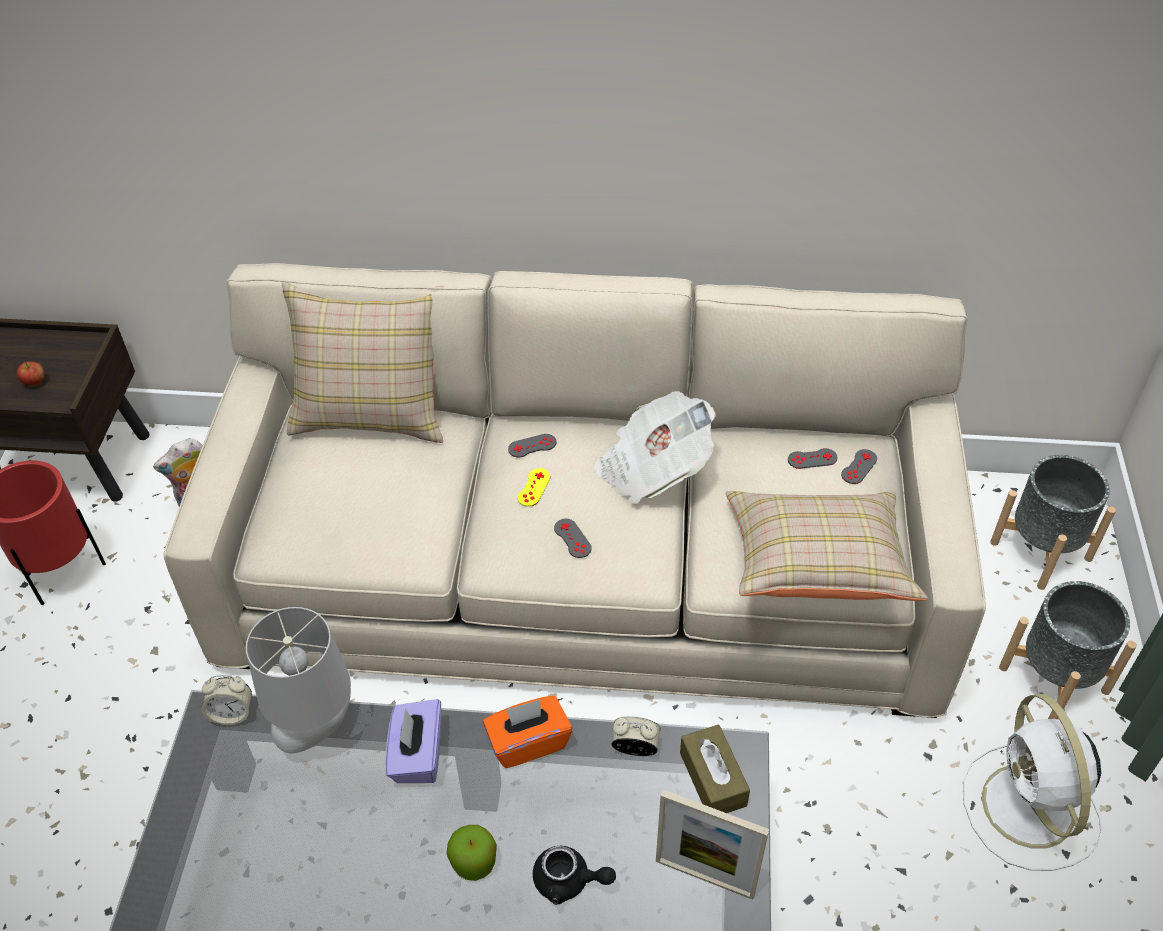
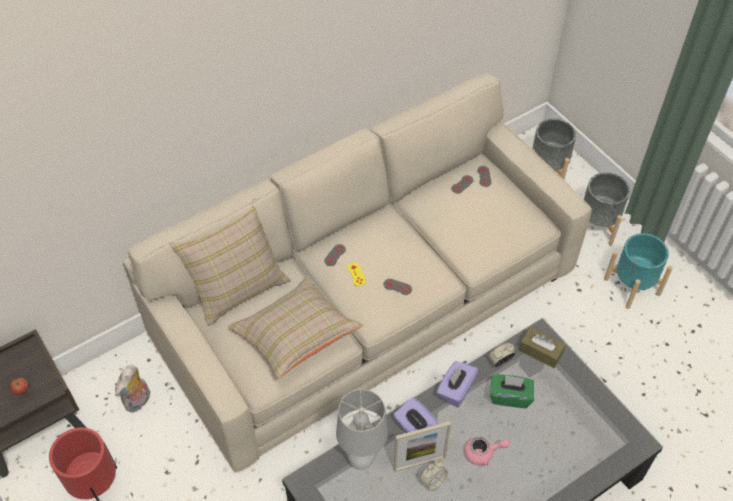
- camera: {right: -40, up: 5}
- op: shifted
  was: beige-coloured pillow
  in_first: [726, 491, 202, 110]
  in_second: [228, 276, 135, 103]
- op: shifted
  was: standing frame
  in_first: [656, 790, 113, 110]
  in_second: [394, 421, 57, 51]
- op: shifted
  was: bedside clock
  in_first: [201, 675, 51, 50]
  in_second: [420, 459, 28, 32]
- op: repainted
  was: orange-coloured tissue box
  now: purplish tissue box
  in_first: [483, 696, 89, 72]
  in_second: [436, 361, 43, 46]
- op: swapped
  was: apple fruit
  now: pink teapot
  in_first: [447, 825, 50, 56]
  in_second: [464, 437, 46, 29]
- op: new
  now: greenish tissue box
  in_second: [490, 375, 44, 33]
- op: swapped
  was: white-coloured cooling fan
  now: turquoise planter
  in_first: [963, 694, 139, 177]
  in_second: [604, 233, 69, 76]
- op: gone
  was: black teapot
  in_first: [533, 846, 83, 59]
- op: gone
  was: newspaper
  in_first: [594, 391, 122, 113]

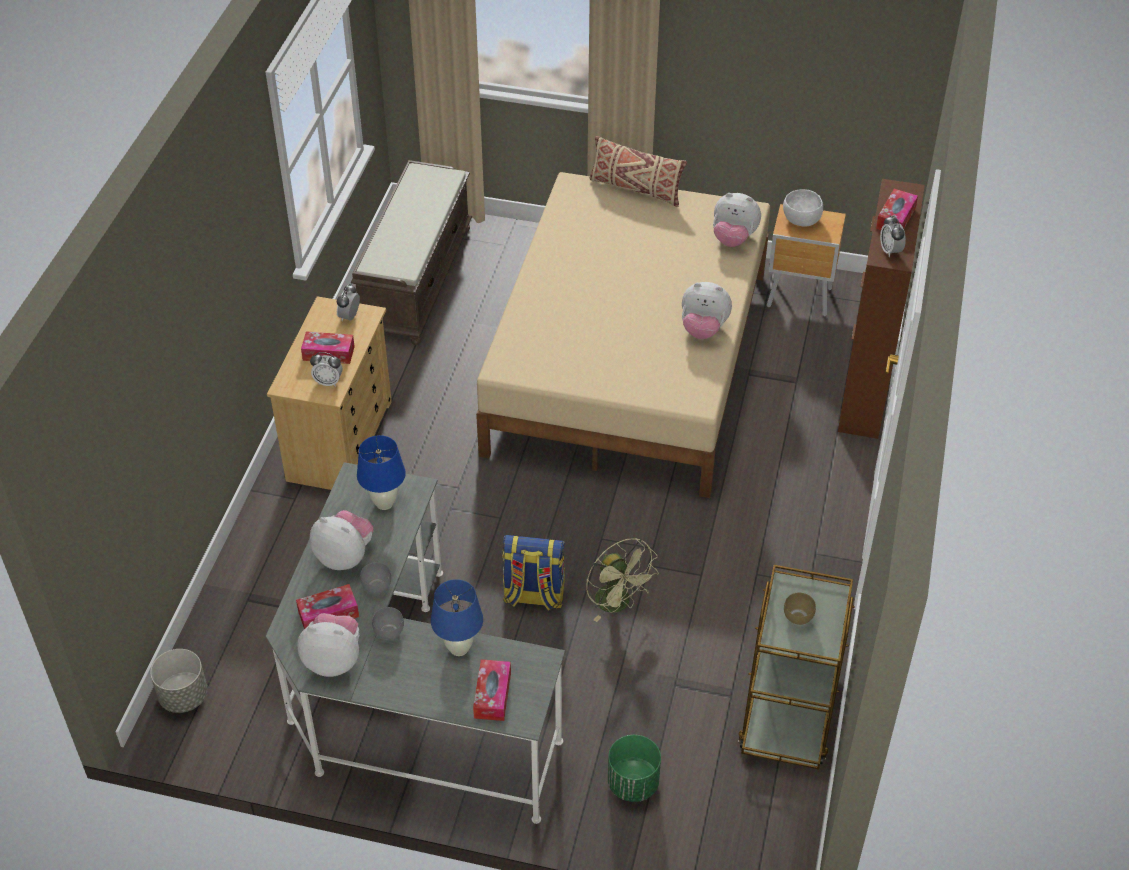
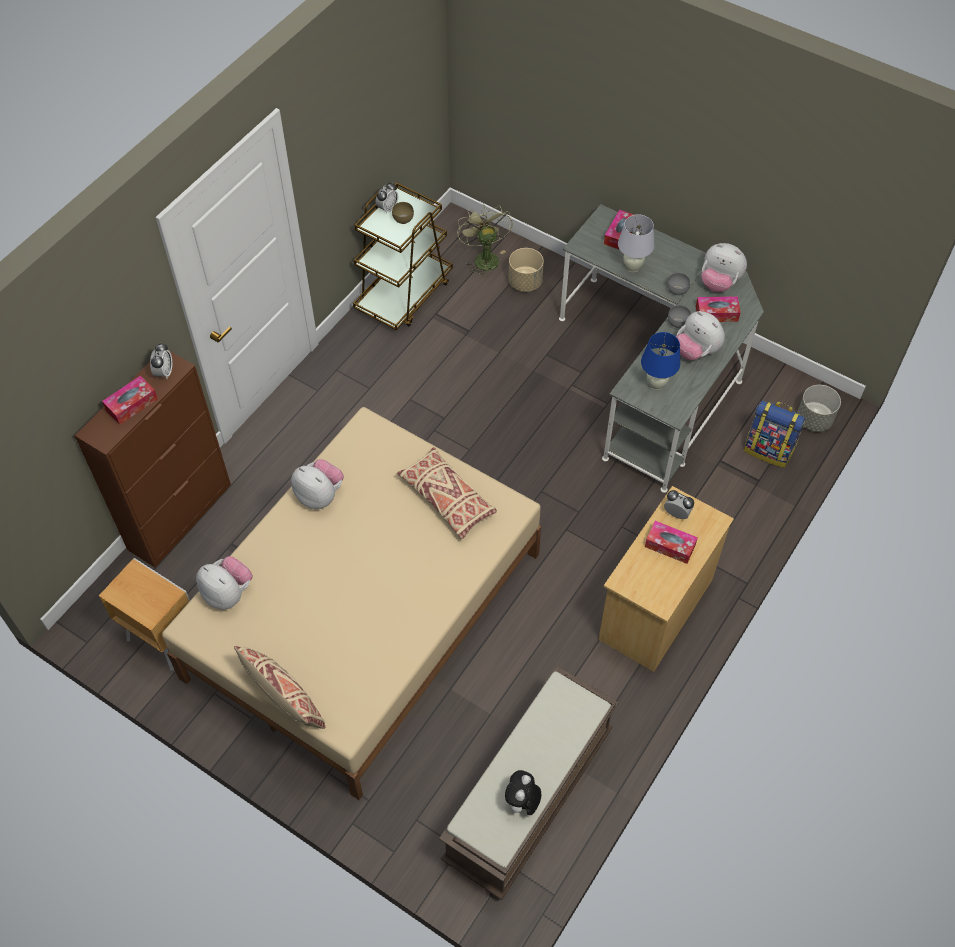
- camera: {right: -160, up: 10}
- op: shifted
  was: bedside clock
  in_first: [337, 284, 23, 37]
  in_second: [376, 183, 22, 31]
- op: new
  now: beige-coloured pillow
  in_second: [397, 447, 100, 92]
- op: shifted
  was: greenish cooling fan
  in_first: [586, 538, 73, 84]
  in_second: [457, 205, 56, 72]
- op: new
  now: cuddly toy
  in_second: [505, 770, 36, 47]
- op: repainted
  was: greenish planter
  now: beige-coloured planter
  in_first: [608, 735, 53, 67]
  in_second: [509, 248, 35, 44]
- op: repainted
  was: blue-coloured tabletop lamp
  now: white-coloured tabletop lamp
  in_first: [431, 579, 52, 77]
  in_second: [618, 214, 37, 58]
- op: shifted
  was: knapsack
  in_first: [502, 535, 63, 76]
  in_second: [744, 400, 61, 68]
- op: gone
  was: white-coloured deep dish
  in_first: [783, 189, 40, 38]

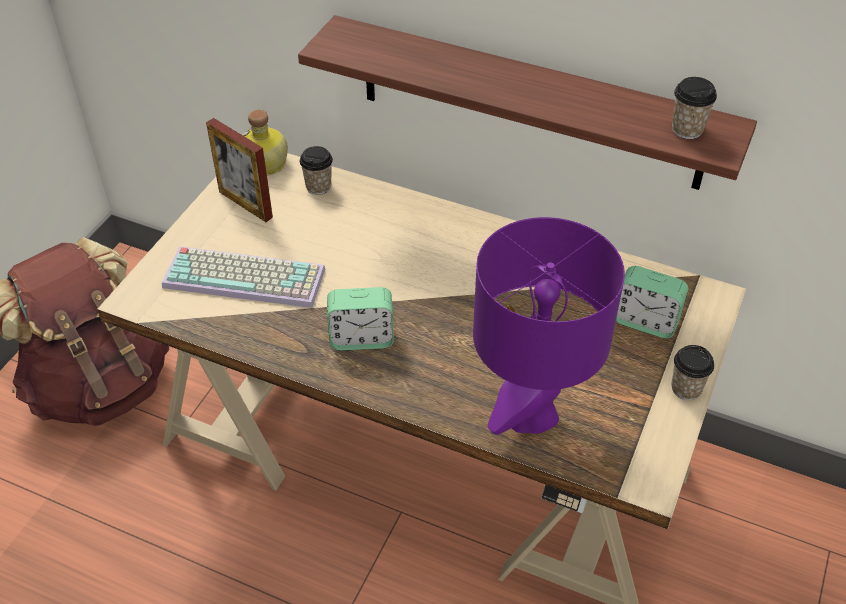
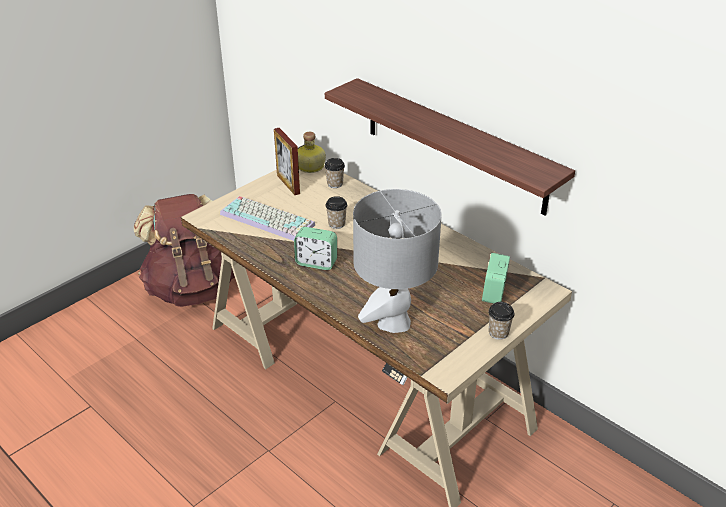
- camera: {right: 20, up: -10}
- op: shifted
  was: drinking cup
  in_first: [672, 77, 45, 62]
  in_second: [326, 196, 21, 33]
- op: repainted
  was: purplish tabletop lamp
  now: greyish tabletop lamp
  in_first: [473, 217, 152, 218]
  in_second: [353, 189, 89, 144]
- op: rotated
  was: bedside clock
  in_first: [616, 266, 72, 72]
  in_second: [482, 253, 28, 50]
  clockwise: 60

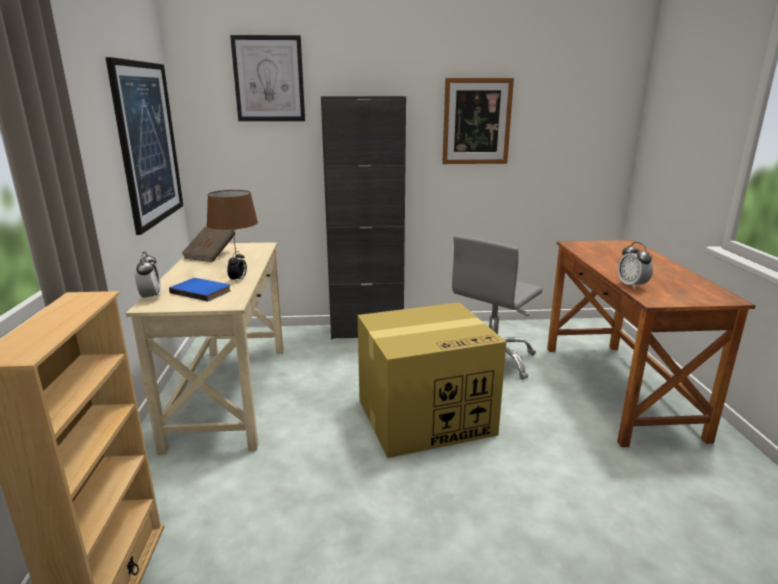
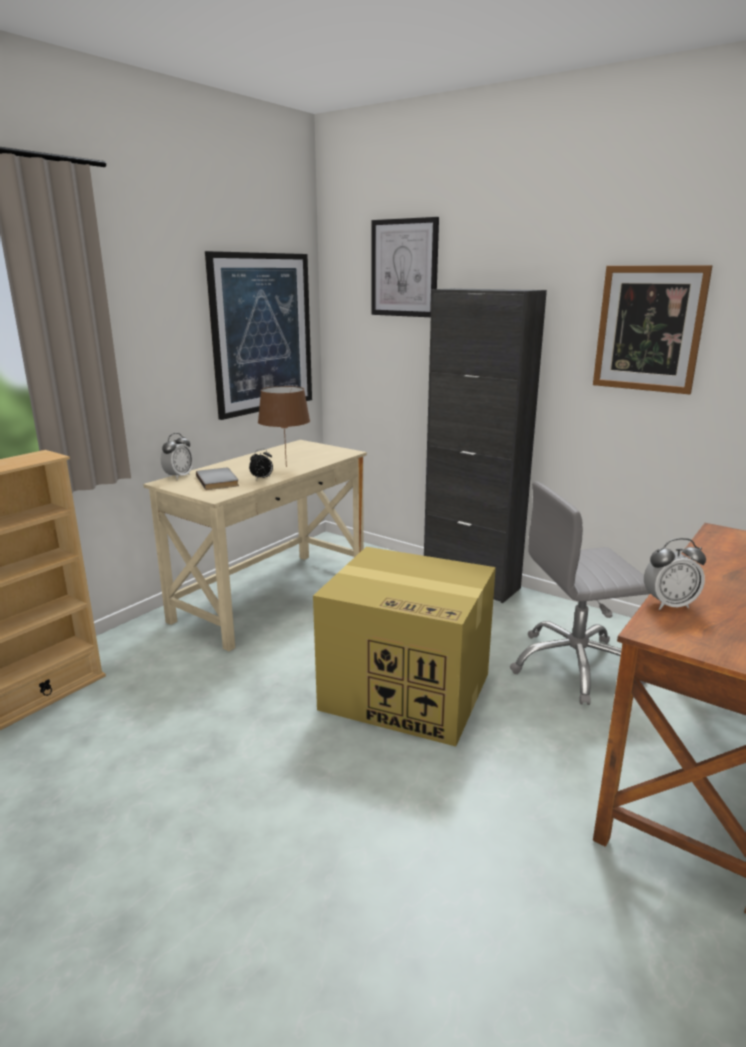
- camera: {right: 40, up: 0}
- op: repainted
  was: blue-coloured book
  now: greyish book
  in_first: [169, 278, 62, 23]
  in_second: [196, 468, 43, 22]
- op: rotated
  was: bedside clock
  in_first: [618, 242, 35, 47]
  in_second: [644, 538, 62, 72]
  clockwise: -120
- op: gone
  was: brown-coloured book
  in_first: [182, 227, 53, 35]

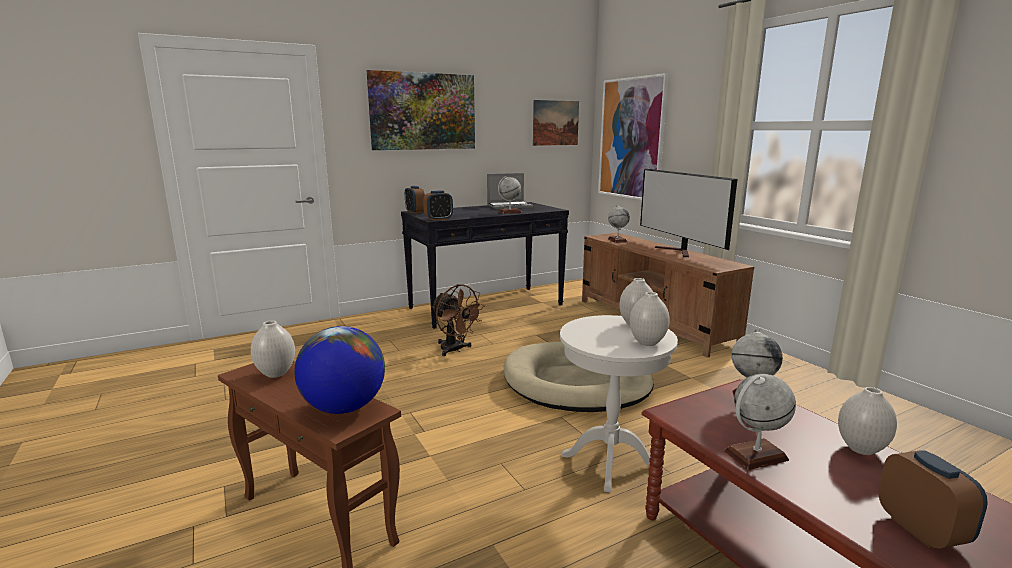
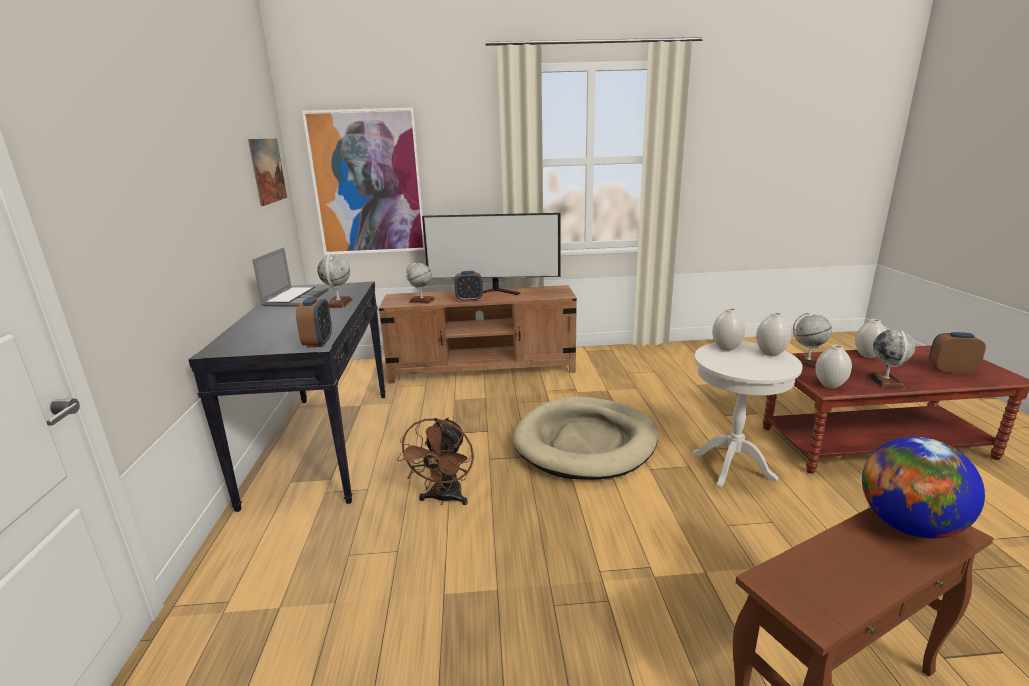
- camera: {right: -65, up: 5}
- op: rotated
  was: brown-coloured cooling fan
  in_first: [431, 284, 54, 72]
  in_second: [397, 418, 77, 87]
  clockwise: 120
- op: shifted
  was: bedside clock
  in_first: [405, 186, 20, 28]
  in_second: [454, 271, 29, 31]
- op: shifted
  was: white-coloured decorative vase
  in_first: [251, 320, 44, 58]
  in_second: [815, 345, 37, 43]
- op: gone
  was: wall picture
  in_first: [367, 70, 108, 80]

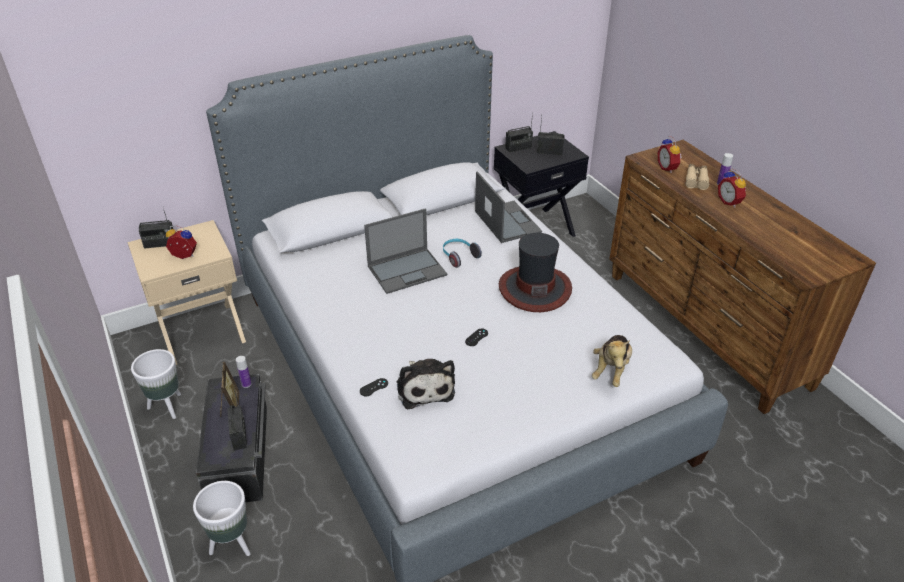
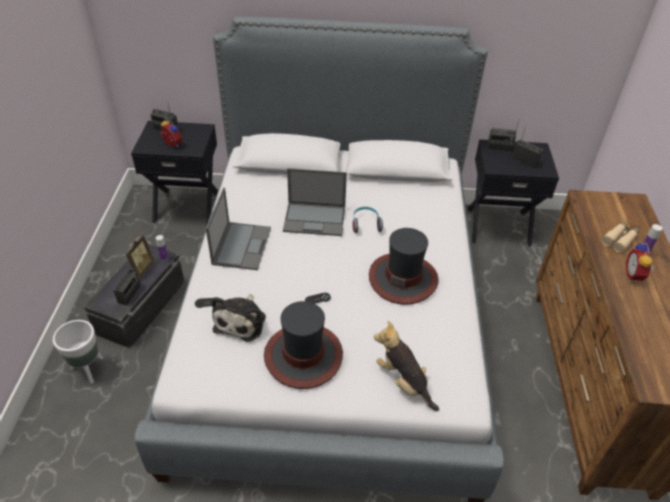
- camera: {right: 30, up: 5}
- op: repainted
  was: beige-coloured bedside table
  now: black bedside table
  in_first: [128, 220, 118, 145]
  in_second: [131, 121, 87, 105]
- op: shifted
  was: laptop
  in_first: [475, 171, 67, 72]
  in_second: [206, 188, 65, 82]
- op: new
  now: wearable hat
  in_second: [264, 301, 79, 88]
- op: rotated
  was: cuddly toy
  in_first: [592, 335, 40, 52]
  in_second: [374, 321, 65, 90]
  clockwise: 90
- op: gone
  was: white-coloured planter
  in_first: [131, 349, 50, 70]
- op: gone
  was: bedside clock
  in_first: [658, 136, 24, 37]

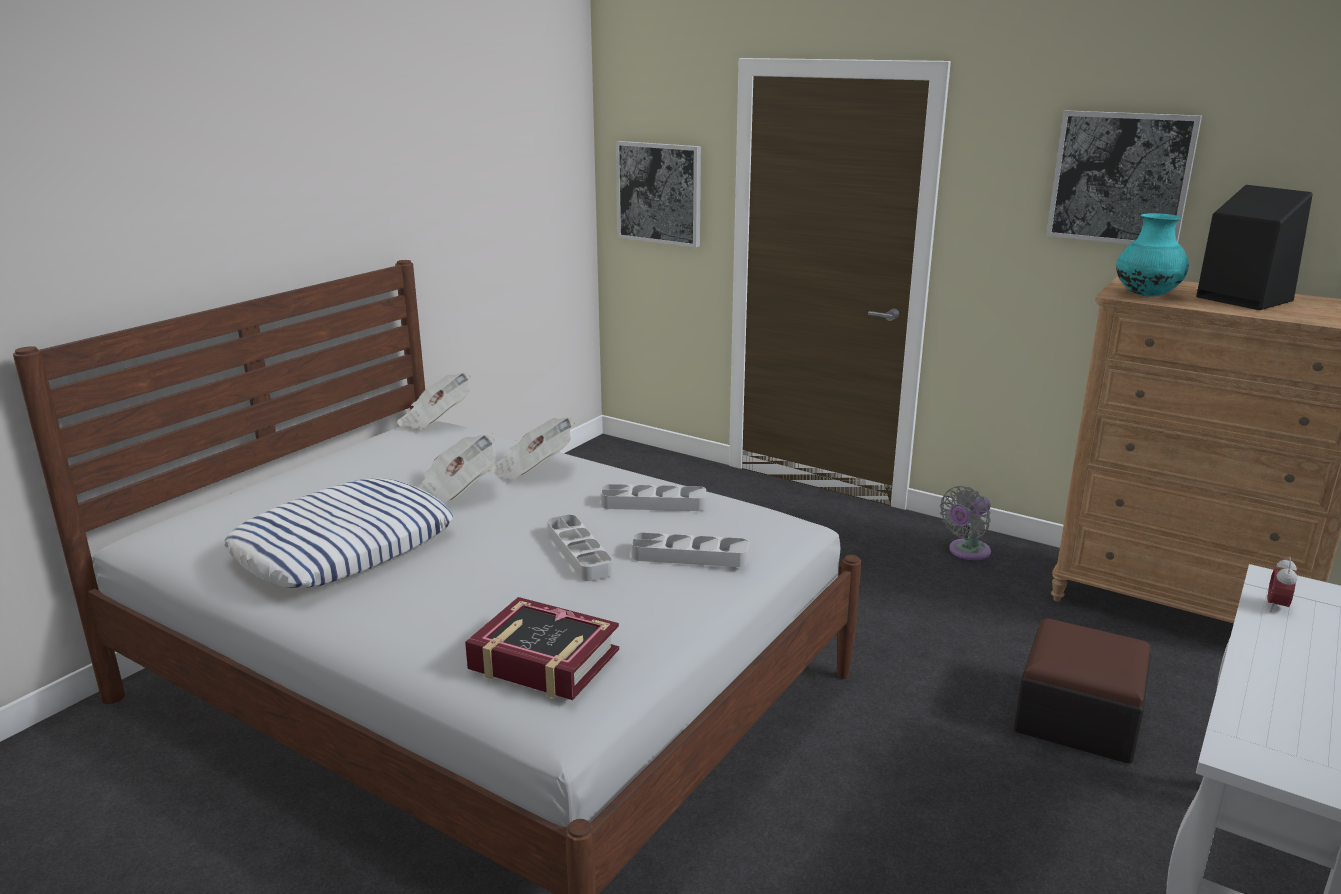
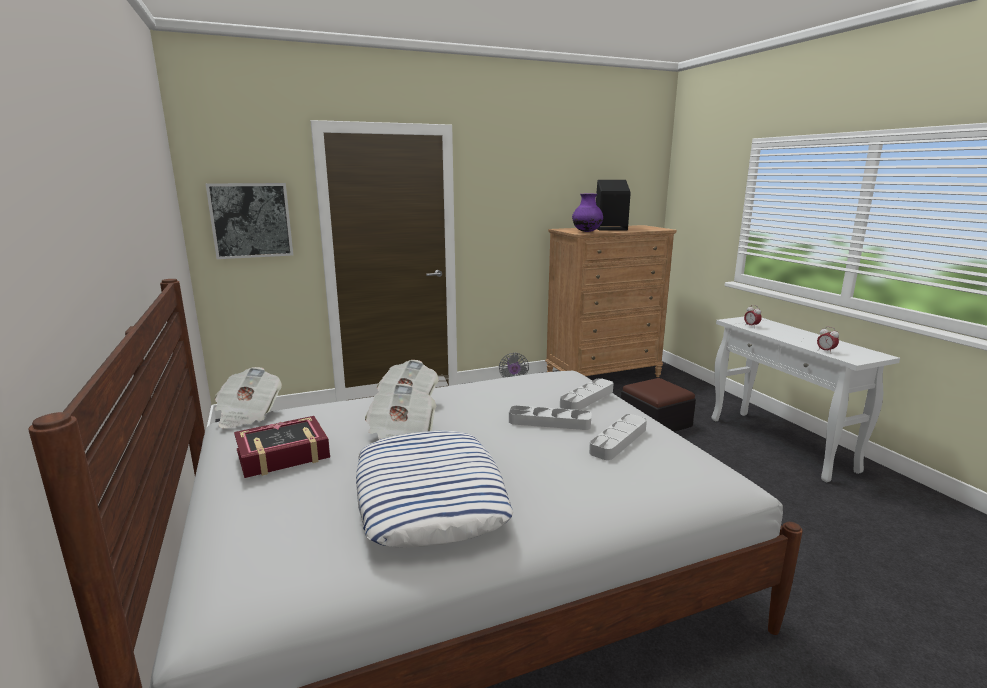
- camera: {right: -55, up: -5}
- op: shifted
  was: book
  in_first: [465, 597, 154, 103]
  in_second: [234, 416, 96, 62]
- op: repainted
  was: turquoise decorative vase
  now: purplish decorative vase
  in_first: [1116, 213, 73, 84]
  in_second: [572, 193, 31, 39]
- op: shifted
  was: greyish carrying tray
  in_first: [601, 484, 105, 27]
  in_second: [589, 414, 58, 46]
- op: new
  now: bedside clock
  in_second: [817, 327, 22, 25]
- op: gone
  was: wall picture
  in_first: [1046, 110, 156, 134]

